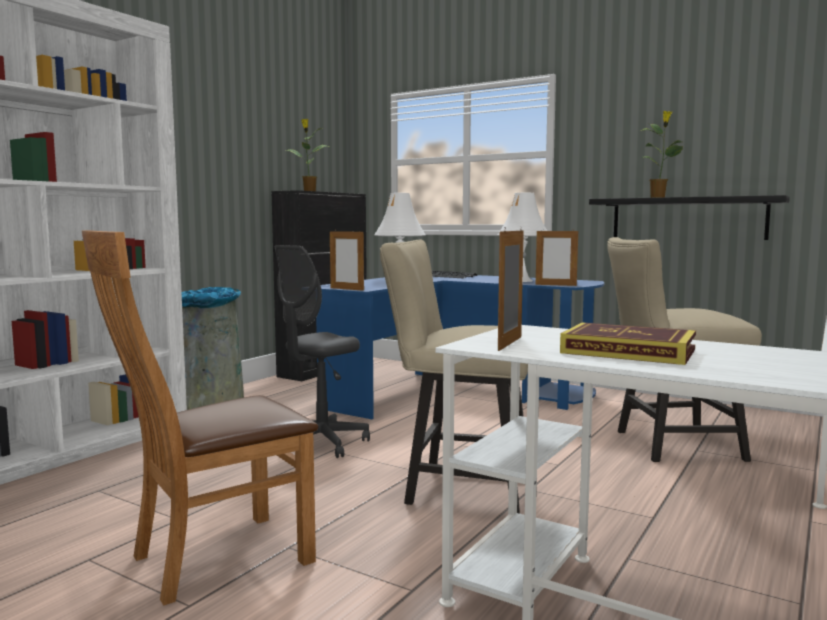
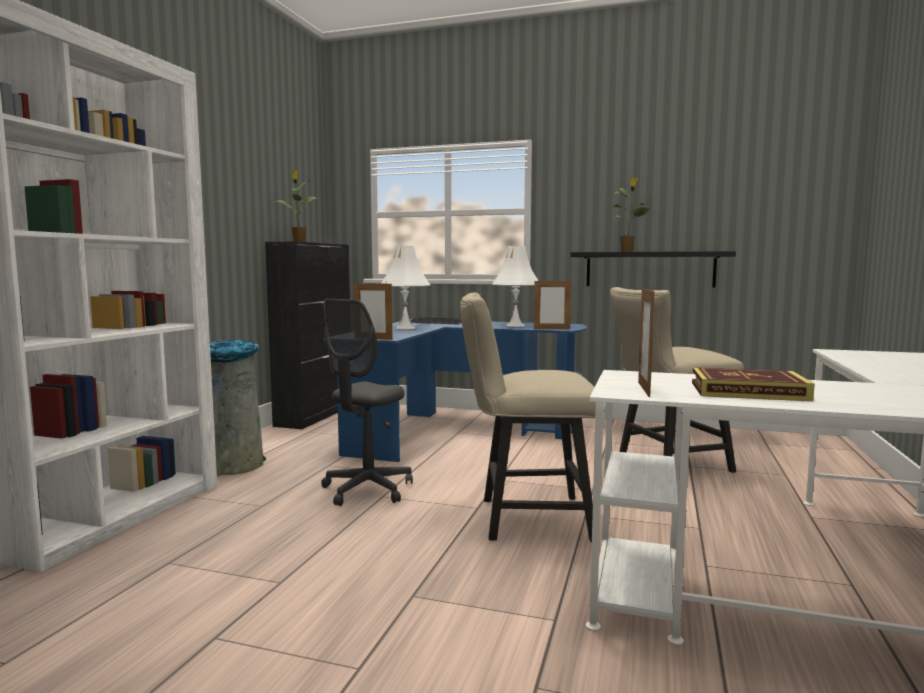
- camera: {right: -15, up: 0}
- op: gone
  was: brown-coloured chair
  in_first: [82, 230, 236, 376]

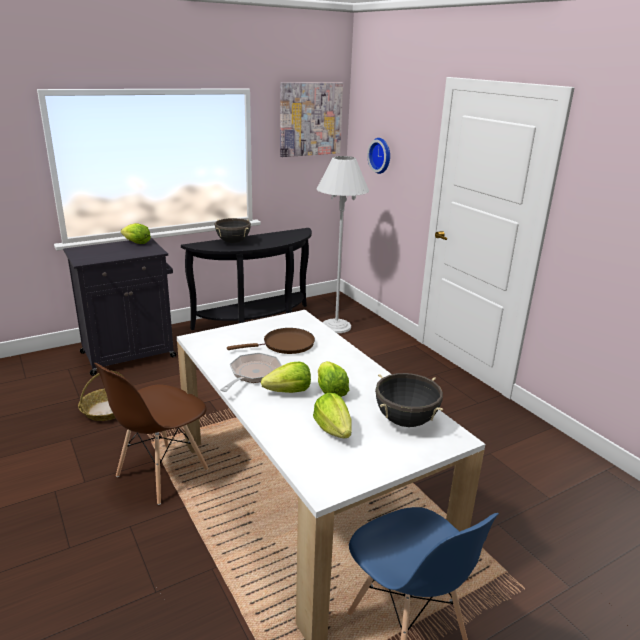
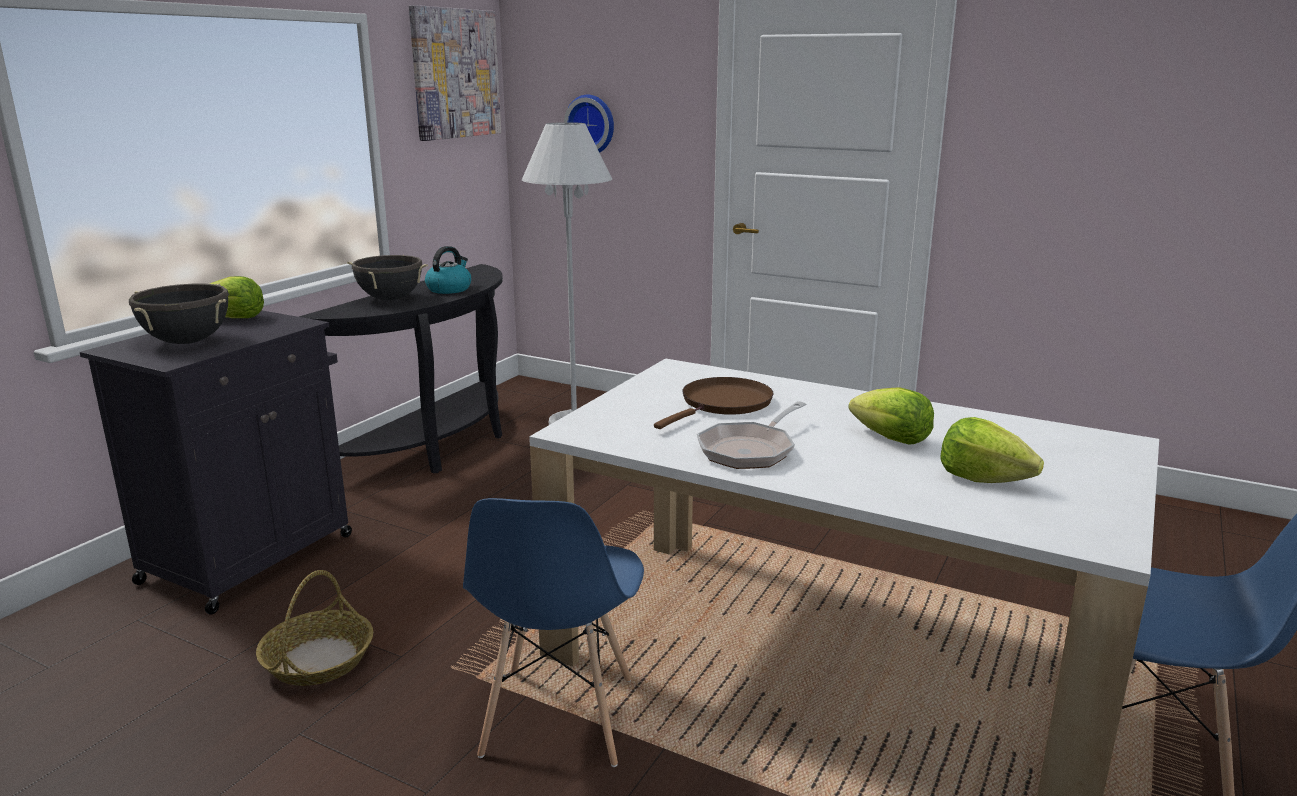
- camera: {right: -30, up: -5}
- op: shifted
  was: black stockpot
  in_first: [375, 373, 68, 54]
  in_second: [129, 283, 100, 61]
- op: new
  now: tea kettle
  in_second: [425, 246, 46, 48]
- op: repainted
  was: brown-coloured chair
  now: blue-coloured chair
  in_first: [94, 363, 115, 142]
  in_second: [463, 498, 181, 269]
- op: rotated
  was: pan
  in_first: [220, 353, 62, 39]
  in_second: [697, 401, 110, 68]
  clockwise: -135
- op: gone
  was: lettuce head
  in_first: [261, 362, 50, 31]

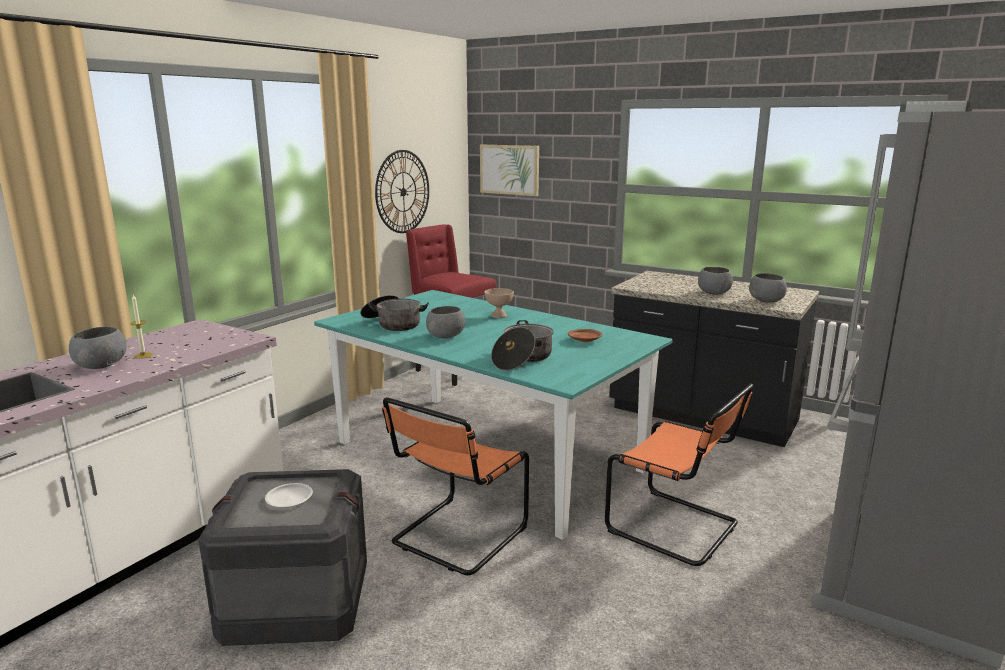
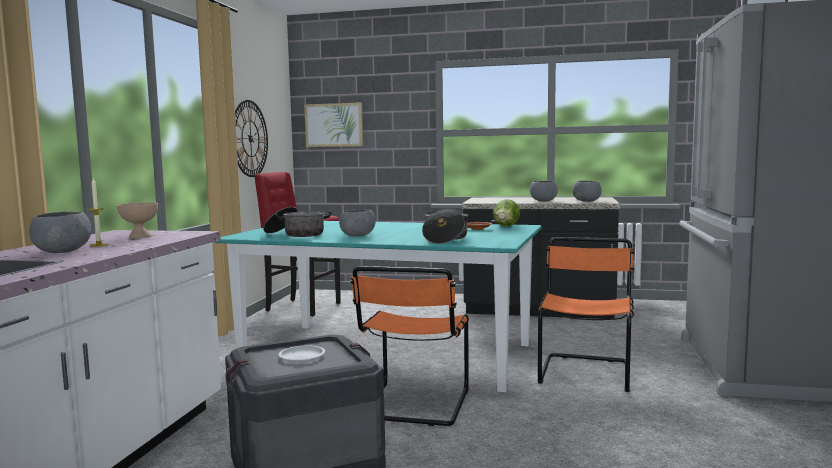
- camera: {right: -20, up: -10}
- op: shifted
  was: beige-coloured deep dish
  in_first: [484, 288, 30, 30]
  in_second: [117, 202, 41, 36]
- op: new
  now: lettuce head
  in_second: [493, 199, 27, 27]
- op: rotated
  was: orange-coloured chair
  in_first: [605, 383, 149, 183]
  in_second: [537, 237, 97, 155]
  clockwise: -90

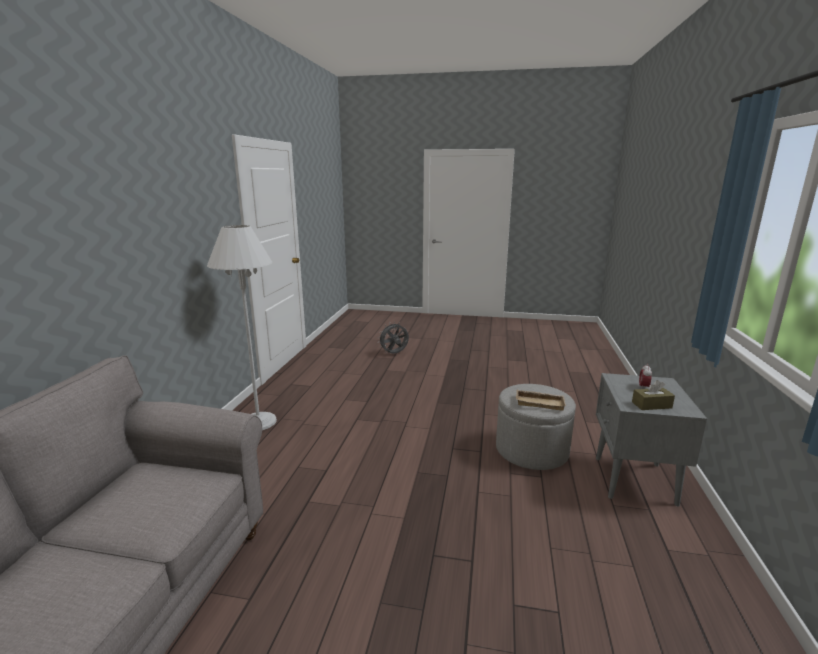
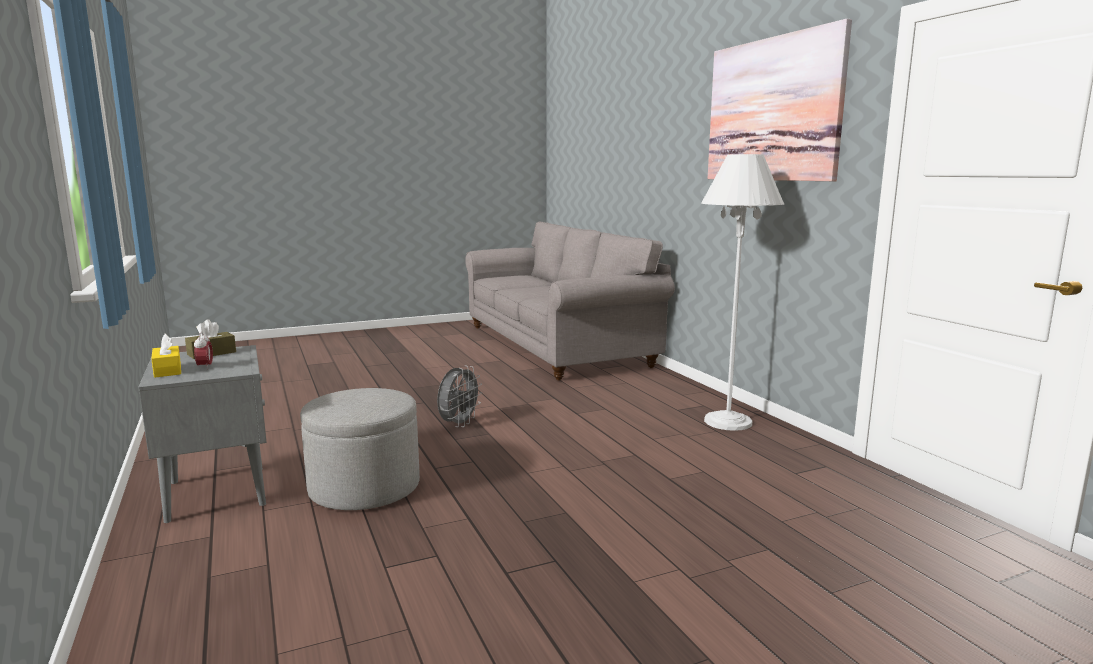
- camera: {right: 145, up: -5}
- op: new
  now: yellowish tissue box
  in_second: [151, 334, 30, 44]
- op: shifted
  was: greyish cooling fan
  in_first: [379, 323, 30, 30]
  in_second: [437, 366, 45, 61]
- op: new
  now: wall picture
  in_second: [708, 19, 144, 162]
- op: gone
  was: beige-coloured carrying tray
  in_first: [516, 390, 50, 20]

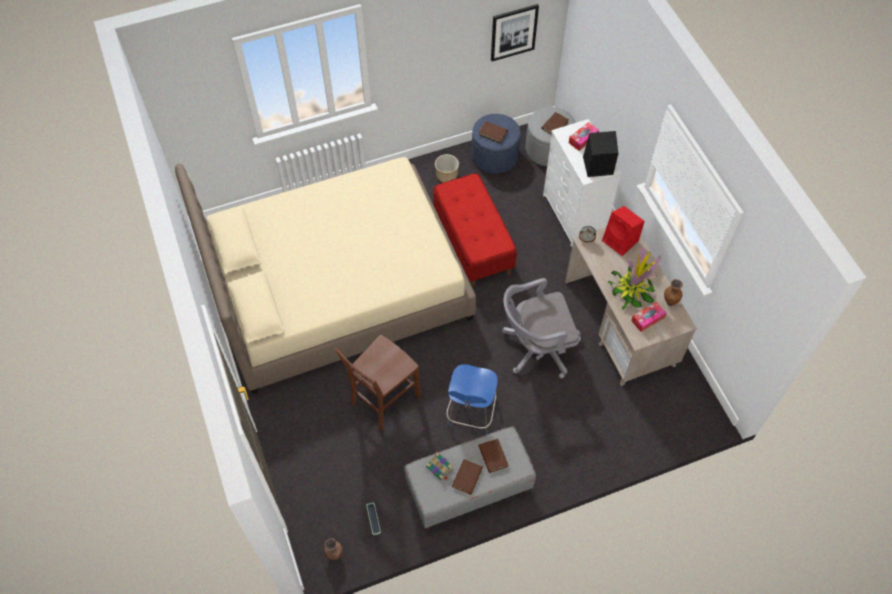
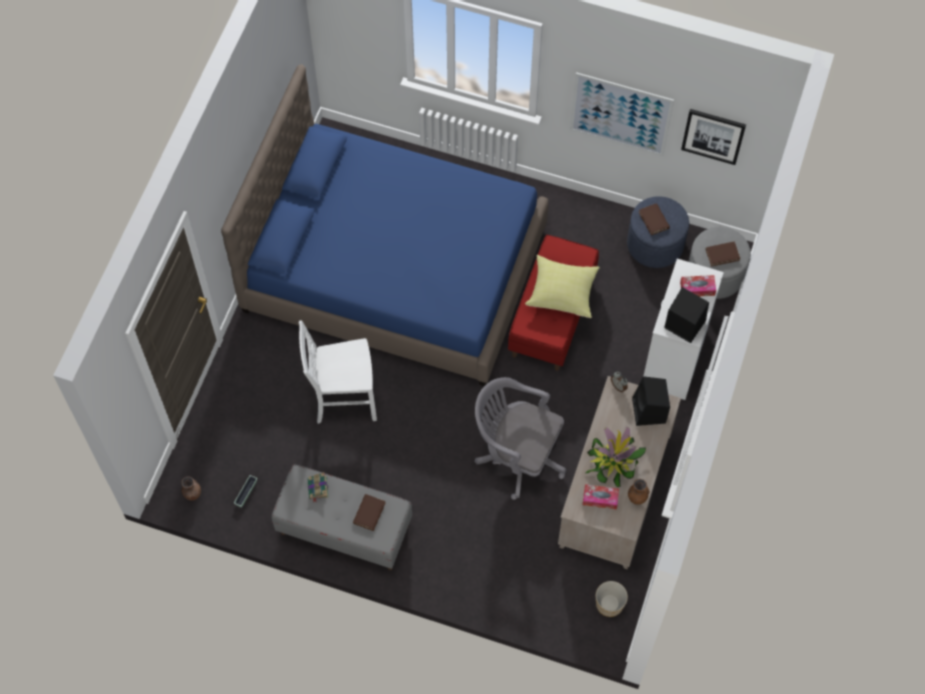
- camera: {right: 40, up: 5}
- op: repainted
  was: beige-coloured bedroom bed
  now: blue-coloured bedroom bed
  in_first: [175, 157, 301, 237]
  in_second: [221, 64, 328, 322]
- op: repainted
  was: brown-coloured chair
  now: white-coloured chair
  in_first: [334, 335, 87, 95]
  in_second: [299, 321, 78, 103]
- op: new
  now: yellowish pillow
  in_second: [525, 255, 75, 63]
- op: new
  now: wall picture
  in_second: [570, 72, 104, 84]
- op: shifted
  was: planter
  in_first: [435, 154, 24, 29]
  in_second: [596, 581, 32, 36]
- op: repainted
  was: reddish speaker
  now: black speaker
  in_first: [602, 206, 43, 50]
  in_second: [632, 376, 38, 50]
- op: gone
  was: blue-coloured chair
  in_first: [446, 364, 52, 71]
- op: gone
  was: brown-coloured book
  in_first: [452, 459, 31, 36]

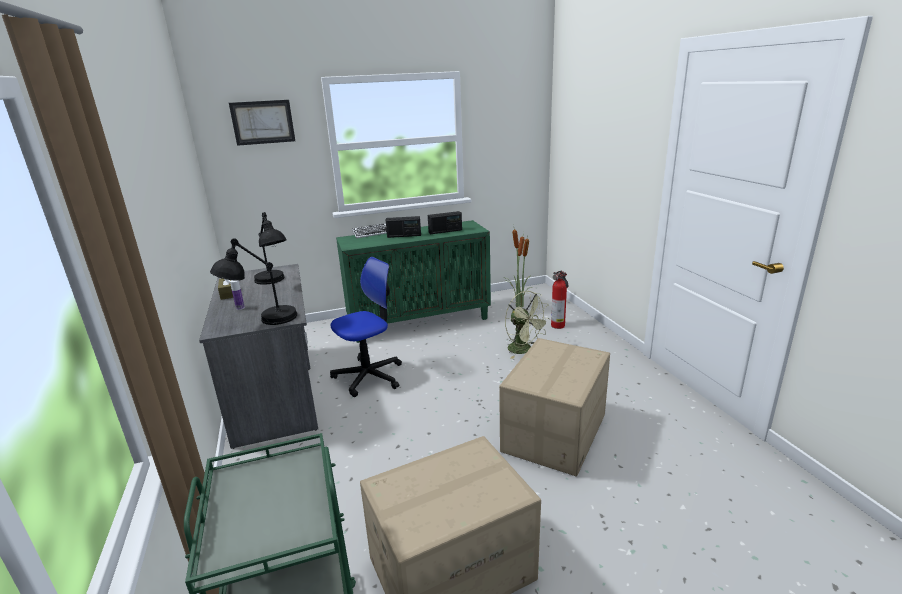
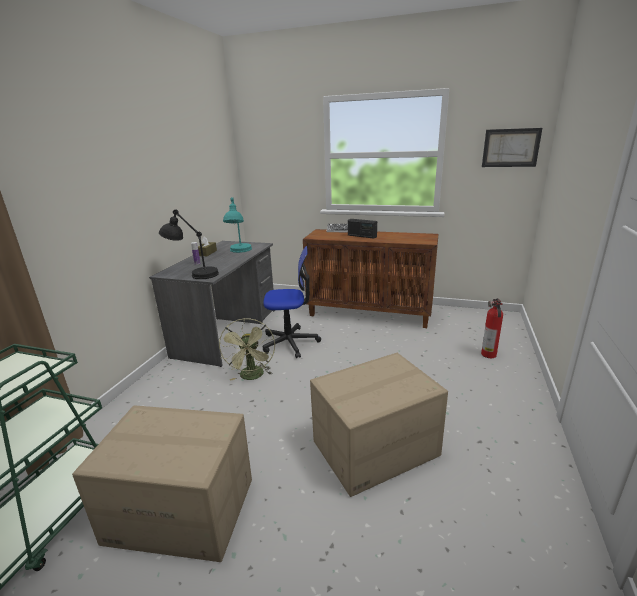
- camera: {right: 35, up: 0}
- op: shifted
  was: greenish cooling fan
  in_first: [505, 291, 45, 68]
  in_second: [218, 318, 57, 63]
- op: repainted
  was: black tabletop lamp
  now: turquoise tabletop lamp
  in_first: [254, 212, 33, 73]
  in_second: [223, 197, 29, 56]
- op: repainted
  was: greenish cabinet
  now: brown-coloured cabinet
  in_first: [336, 220, 155, 123]
  in_second: [303, 229, 135, 99]
- op: shifted
  was: wall picture
  in_first: [229, 100, 66, 46]
  in_second: [482, 128, 60, 39]
- op: gone
  was: radio
  in_first: [428, 211, 34, 23]
- op: gone
  was: potted plant
  in_first: [504, 229, 28, 79]

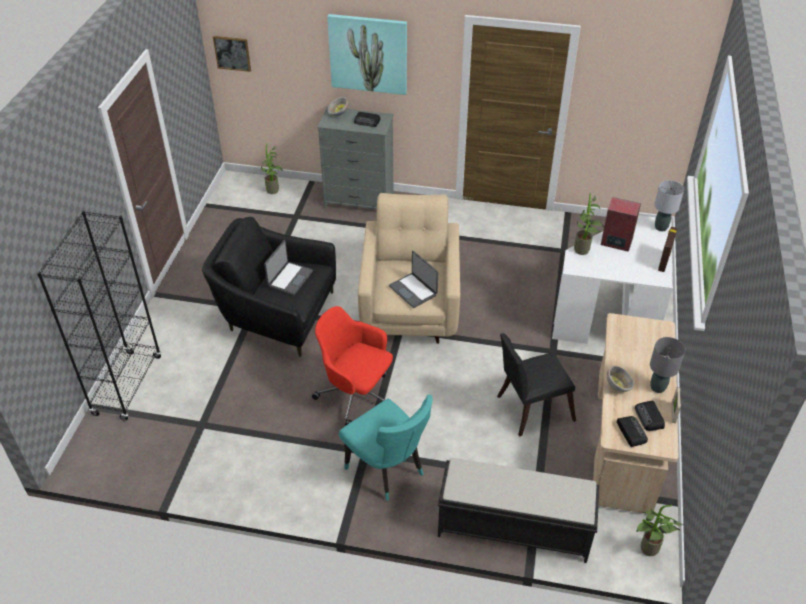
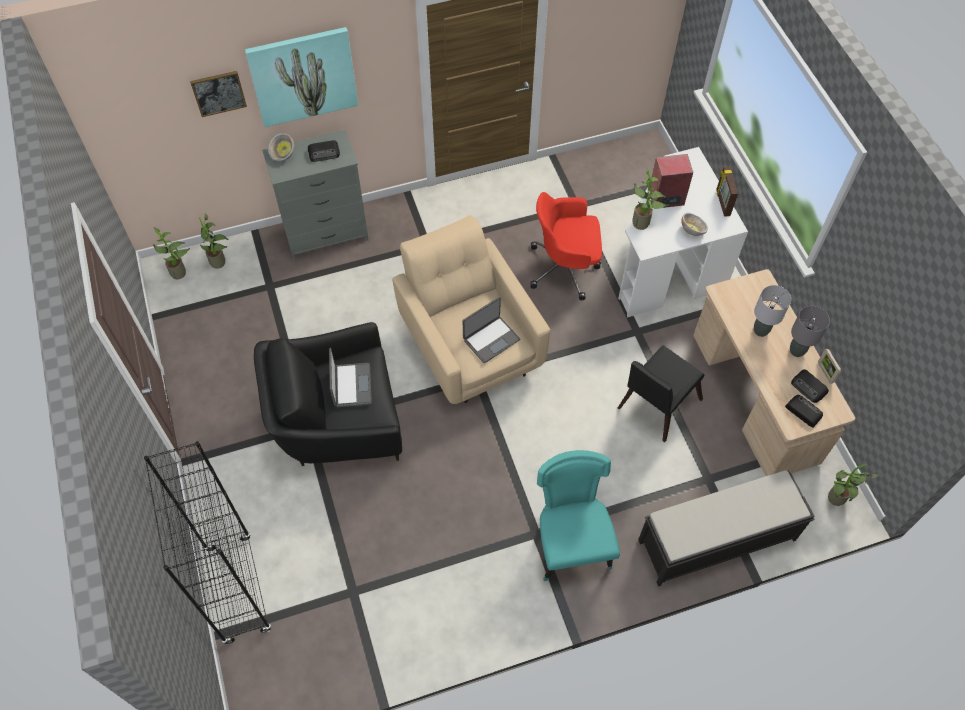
- camera: {right: -30, up: 15}
- op: new
  now: potted plant
  in_second: [153, 227, 37, 52]
- op: shifted
  was: wall picture
  in_first: [213, 36, 38, 36]
  in_second: [190, 71, 57, 46]
- op: rotated
  was: laptop
  in_first: [389, 251, 49, 57]
  in_second: [463, 297, 57, 66]
  clockwise: -60
- op: shifted
  was: reddish office chair
  in_first: [312, 306, 81, 120]
  in_second: [530, 192, 72, 108]
- op: rotated
  was: turquoise chair
  in_first: [339, 395, 94, 106]
  in_second: [537, 450, 83, 131]
  clockwise: -120
- op: shifted
  was: deep dish
  in_first: [607, 366, 27, 26]
  in_second: [681, 213, 27, 23]
- op: shifted
  was: greyish tabletop lamp
  in_first: [654, 180, 30, 51]
  in_second: [754, 285, 37, 52]

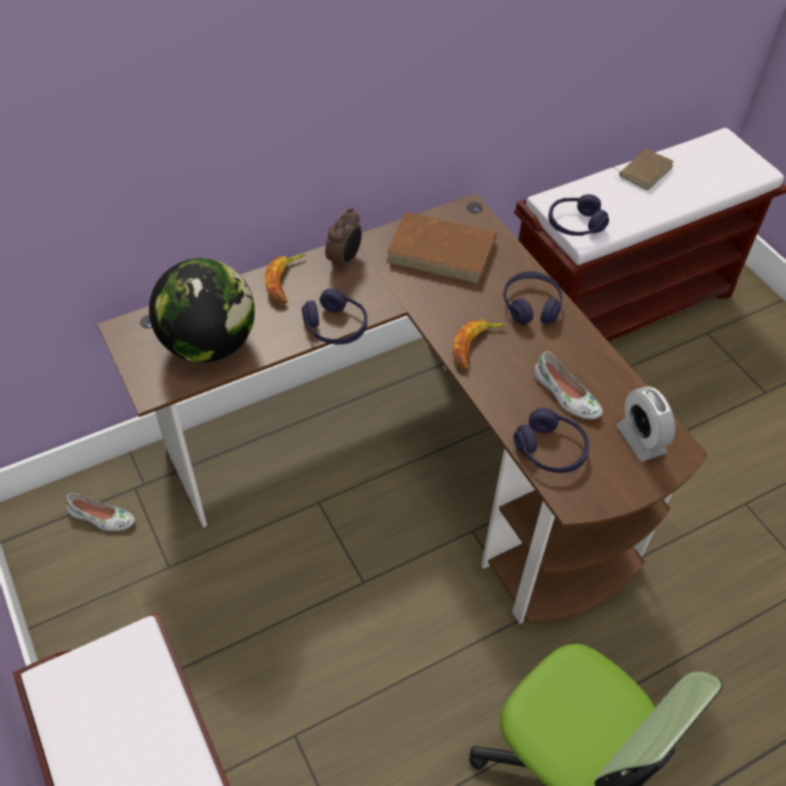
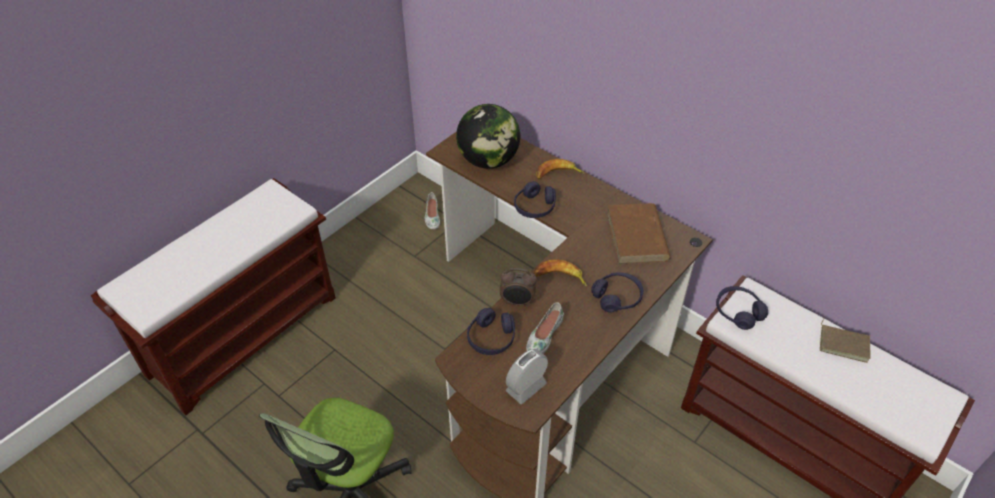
- camera: {right: 70, up: -5}
- op: shifted
  was: bedside clock
  in_first: [325, 208, 37, 63]
  in_second: [500, 268, 37, 39]

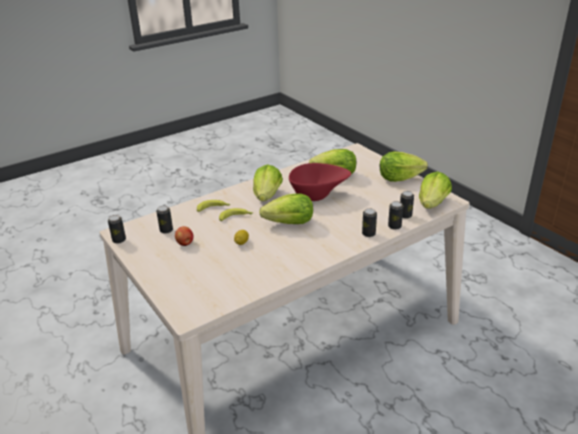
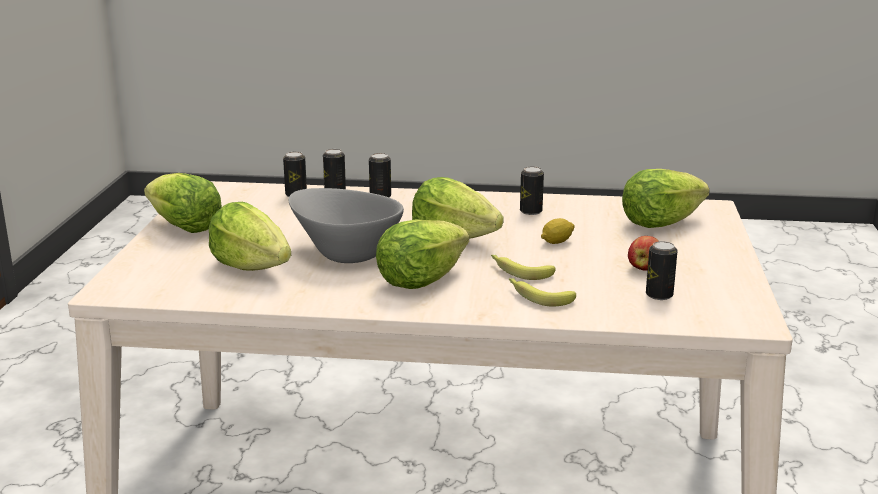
- camera: {right: -140, up: -10}
- op: repainted
  was: reddish deep dish
  now: greyish deep dish
  in_first: [289, 163, 62, 38]
  in_second: [289, 188, 115, 75]
- op: shifted
  was: can
  in_first: [108, 215, 18, 29]
  in_second: [520, 166, 24, 49]
- op: shifted
  was: lettuce head
  in_first: [419, 171, 33, 38]
  in_second: [622, 169, 88, 59]

